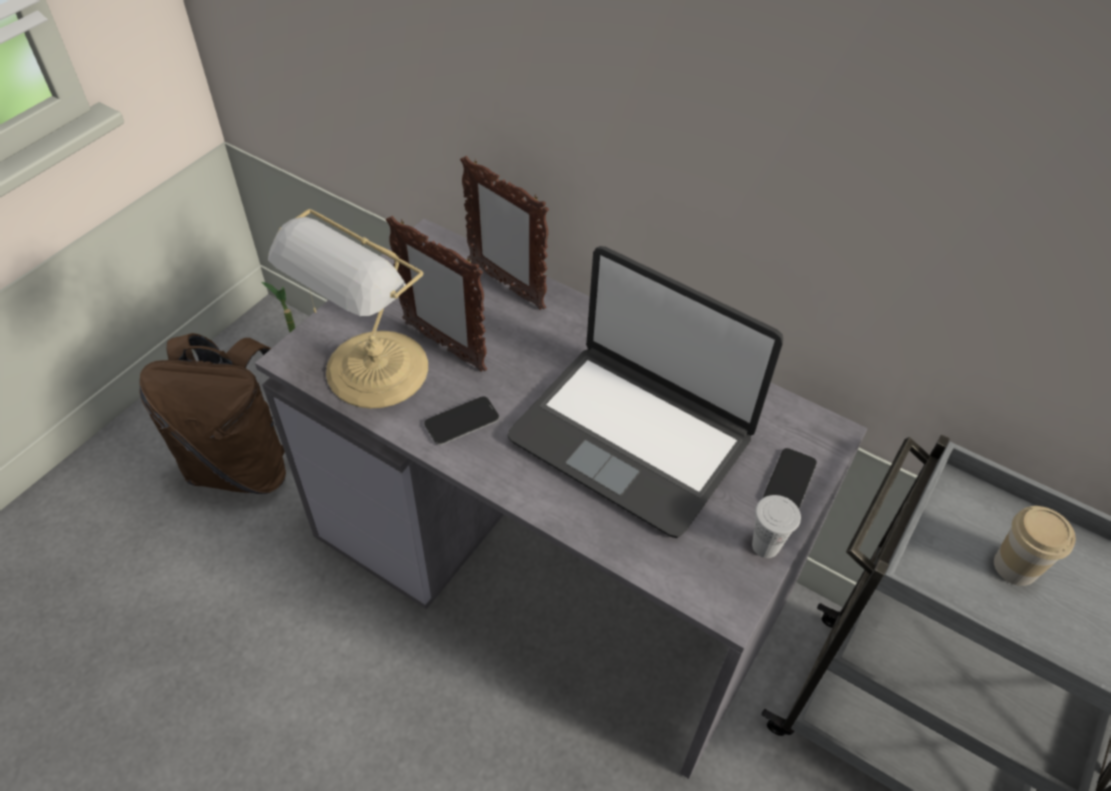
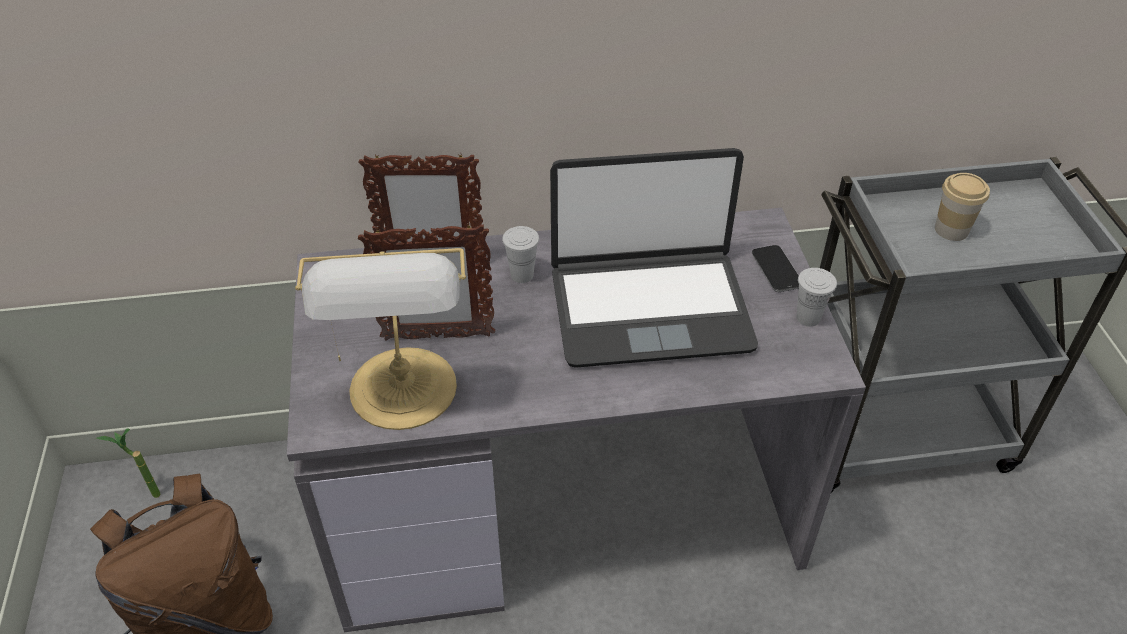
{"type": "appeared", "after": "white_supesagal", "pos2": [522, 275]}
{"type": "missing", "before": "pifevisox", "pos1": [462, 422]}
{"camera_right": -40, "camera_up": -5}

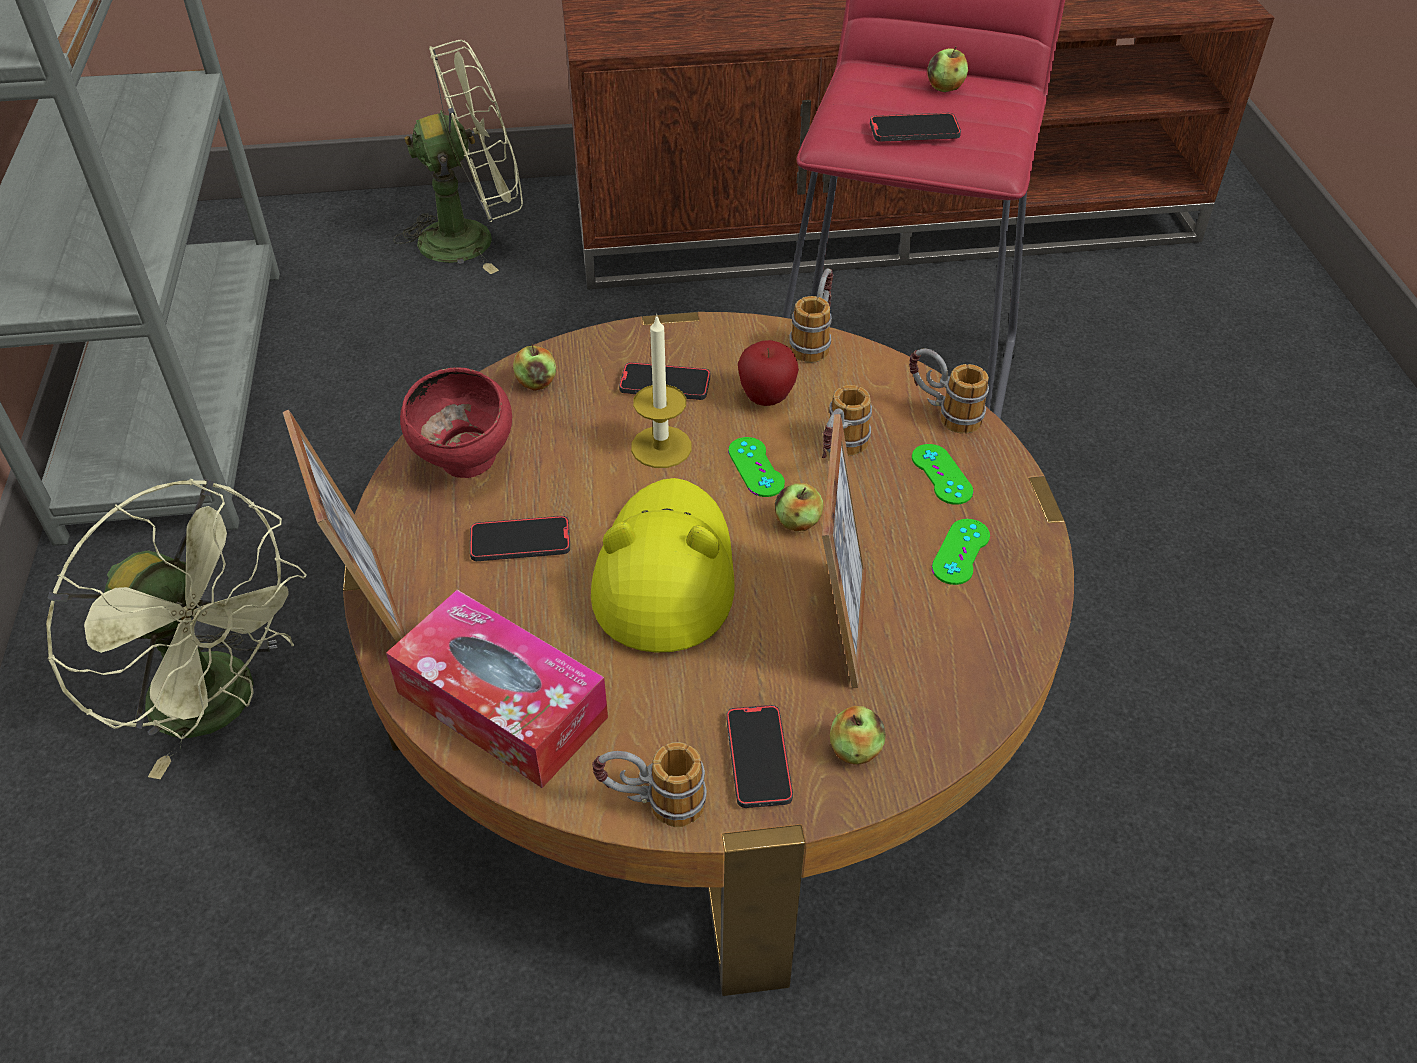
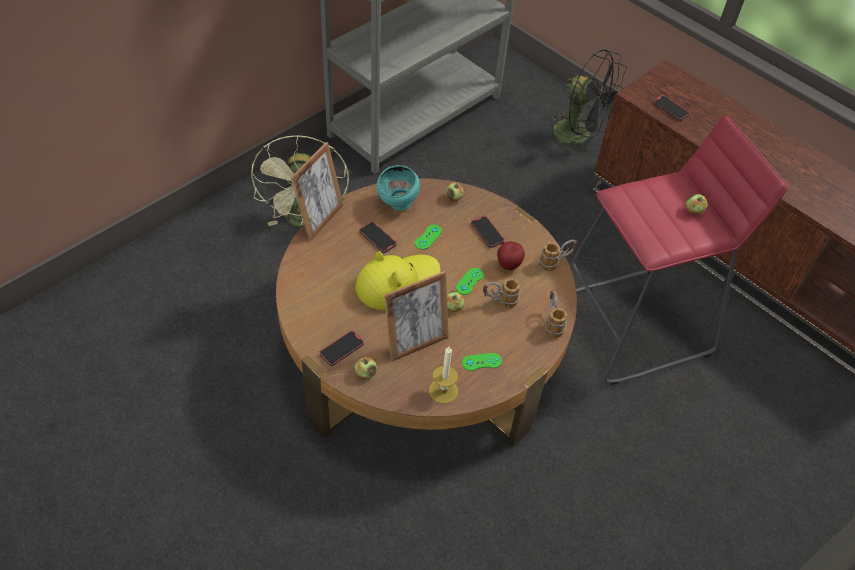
{"type": "colour", "before": "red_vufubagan", "after": "turquoise_vufubagan", "pos1": [467, 466], "pos2": [398, 204]}
{"type": "relocated", "before": "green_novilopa", "pos1": [941, 474], "pos2": [428, 237]}
{"type": "relocated", "before": "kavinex", "pos1": [661, 447], "pos2": [443, 391]}
{"type": "colour", "before": "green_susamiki", "after": "black_susamiki", "pos1": [472, 238], "pos2": [579, 136]}
{"type": "relocated", "before": "pifevisox", "pos1": [914, 131], "pos2": [670, 109]}
{"type": "missing", "before": "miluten", "pos1": [502, 705]}
{"type": "missing", "before": "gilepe", "pos1": [651, 805]}
{"camera_right": 50, "camera_up": 5}

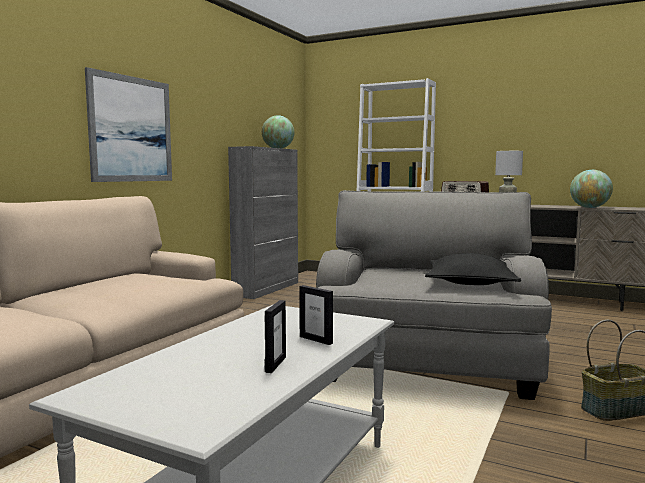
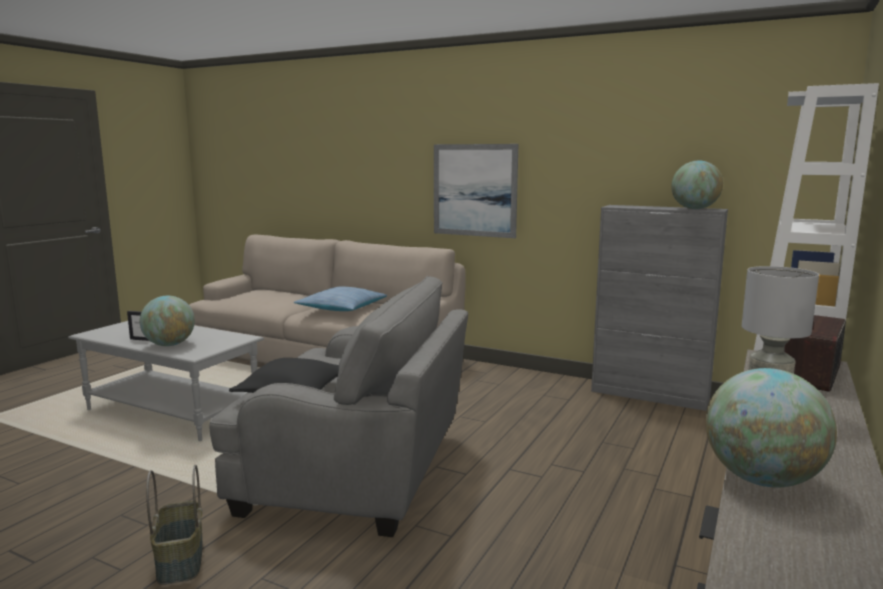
{"type": "exchanged", "before": "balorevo", "after": "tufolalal", "pos1": [316, 340], "pos2": [169, 345]}
{"type": "appeared", "after": "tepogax", "pos2": [341, 308]}
{"camera_right": 90, "camera_up": 5}

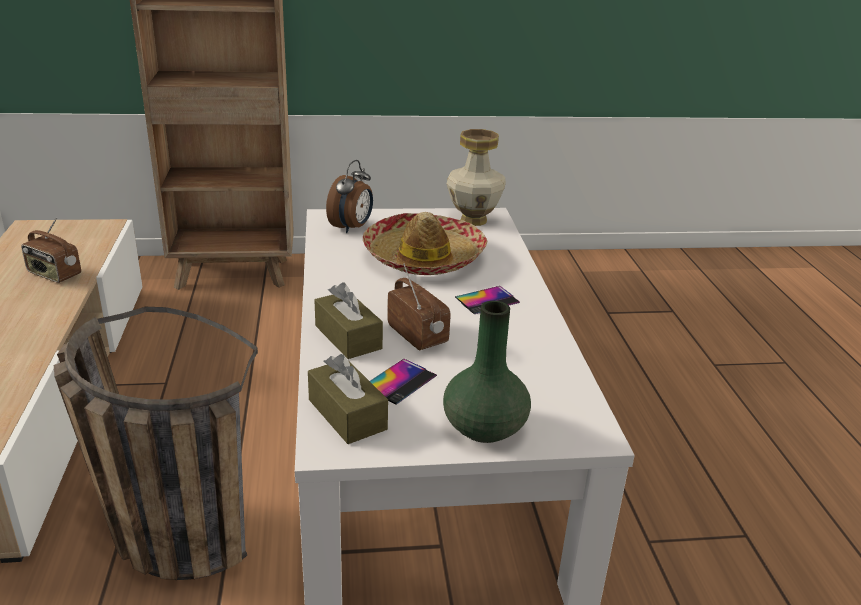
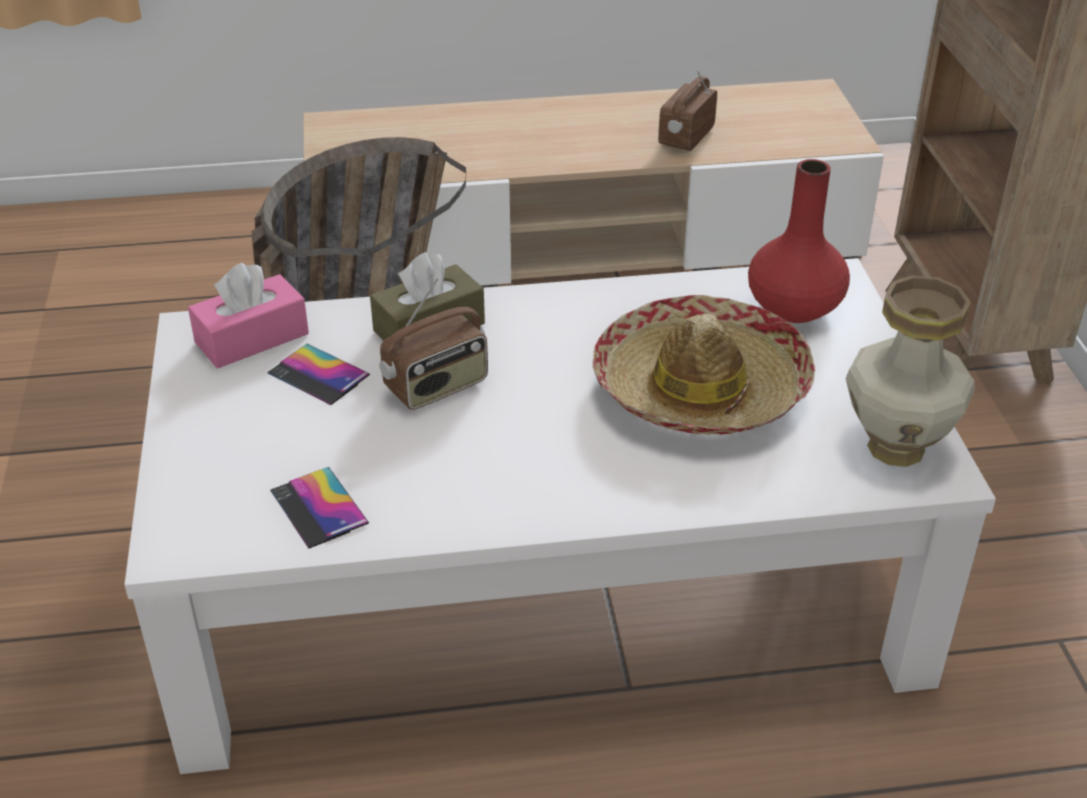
{"type": "colour", "before": "brown_miluten", "after": "pink_miluten", "pos1": [347, 414], "pos2": [252, 338]}
{"type": "relocated", "before": "pifevisox", "pos1": [487, 300], "pos2": [319, 507]}
{"type": "exchanged", "before": "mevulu", "after": "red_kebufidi", "pos1": [352, 228], "pos2": [795, 307]}
{"type": "missing", "before": "green_kebufidi", "pos1": [485, 427]}
{"camera_right": 90, "camera_up": 10}

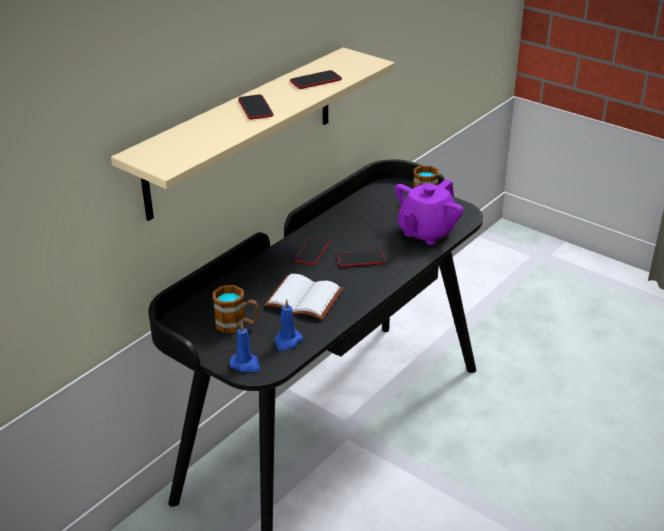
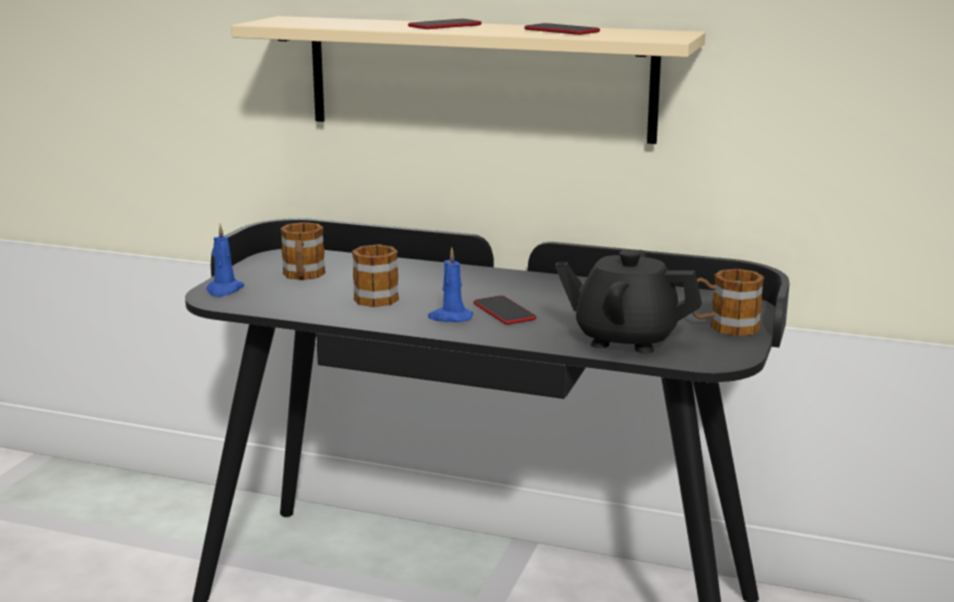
{"type": "exchanged", "before": "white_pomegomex", "after": "gilepe", "pos1": [302, 300], "pos2": [377, 296]}
{"type": "relocated", "before": "blue_kavinex", "pos1": [287, 341], "pos2": [450, 317]}
{"type": "colour", "before": "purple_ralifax", "after": "black_ralifax", "pos1": [426, 232], "pos2": [625, 339]}
{"type": "missing", "before": "pifevisox", "pos1": [312, 252]}
{"camera_right": 70, "camera_up": -15}

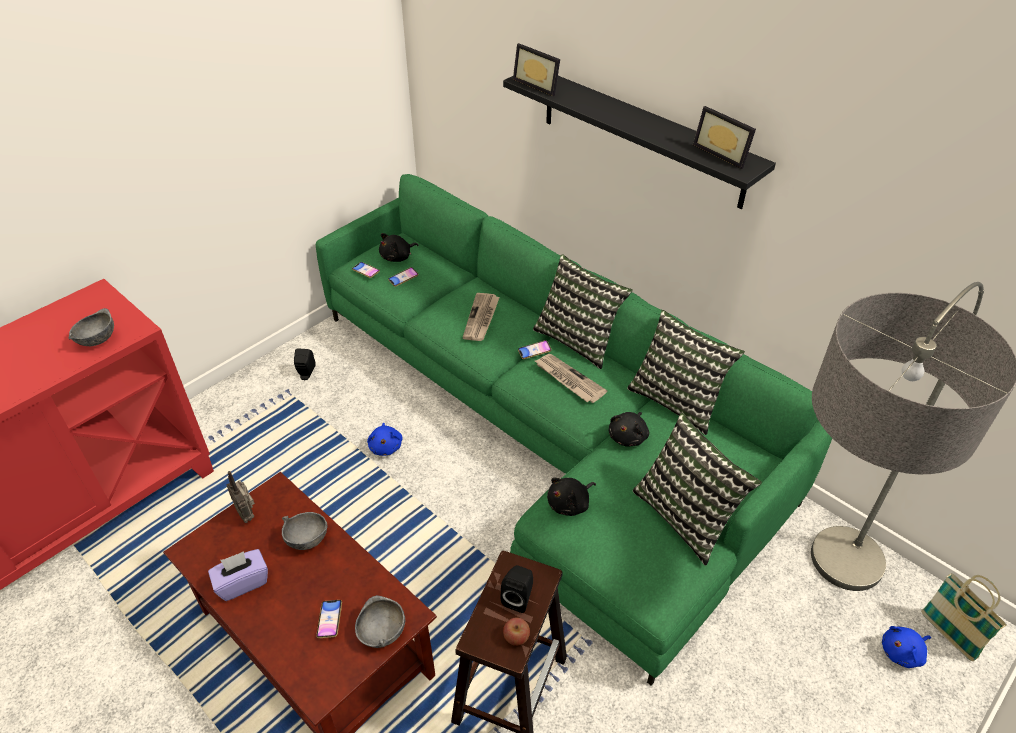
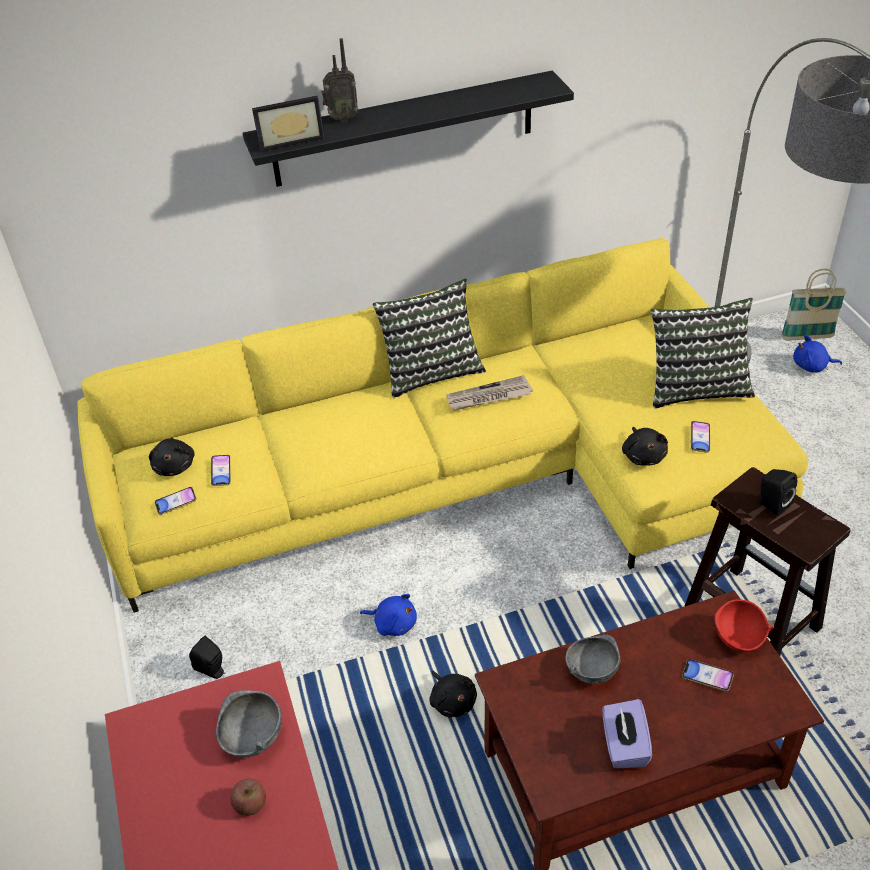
{"type": "colour", "before": "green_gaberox", "after": "yellow_gaberox", "pos1": [549, 429], "pos2": [461, 477]}
{"type": "relocated", "before": "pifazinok", "pos1": [516, 637], "pos2": [250, 804]}
{"type": "relocated", "before": "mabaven", "pos1": [247, 514], "pos2": [341, 118]}
{"type": "relocated", "before": "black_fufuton", "pos1": [628, 436], "pos2": [452, 701]}
{"type": "relocated", "before": "pifevisox", "pos1": [534, 351], "pos2": [699, 438]}
{"type": "colour", "before": "grey_vufubagan", "after": "red_vufubagan", "pos1": [381, 633], "pos2": [738, 638]}
{"type": "spun", "before": "blue_fufuton", "pos1": [902, 652], "pos2": [812, 366], "turn": 90}
{"type": "missing", "before": "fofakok", "pos1": [481, 318]}
{"type": "missing", "before": "tepogax", "pos1": [678, 399]}
{"type": "missing", "before": "balorevo", "pos1": [723, 153]}
{"camera_right": -60, "camera_up": 0}

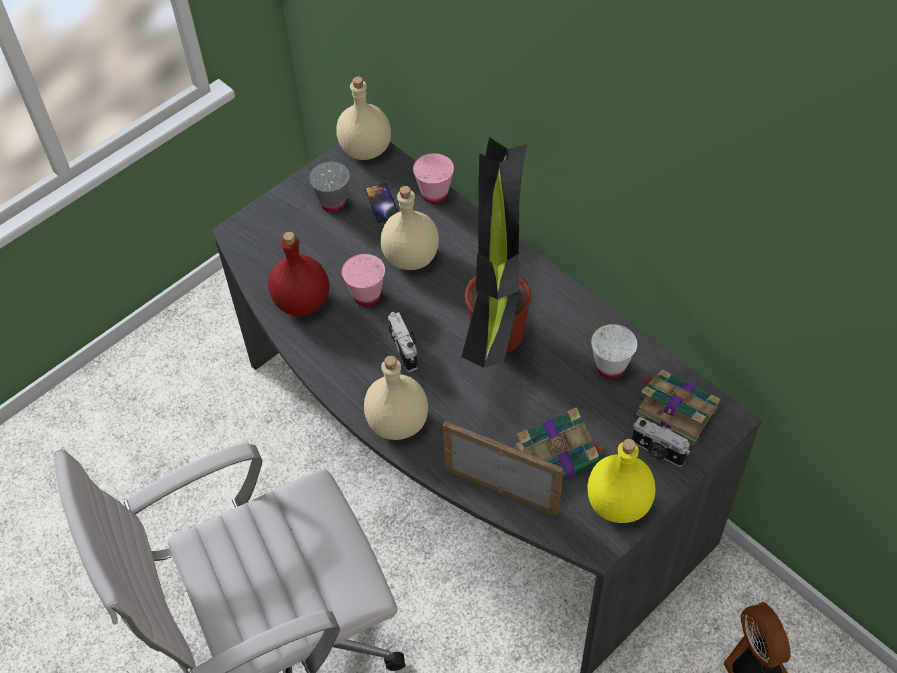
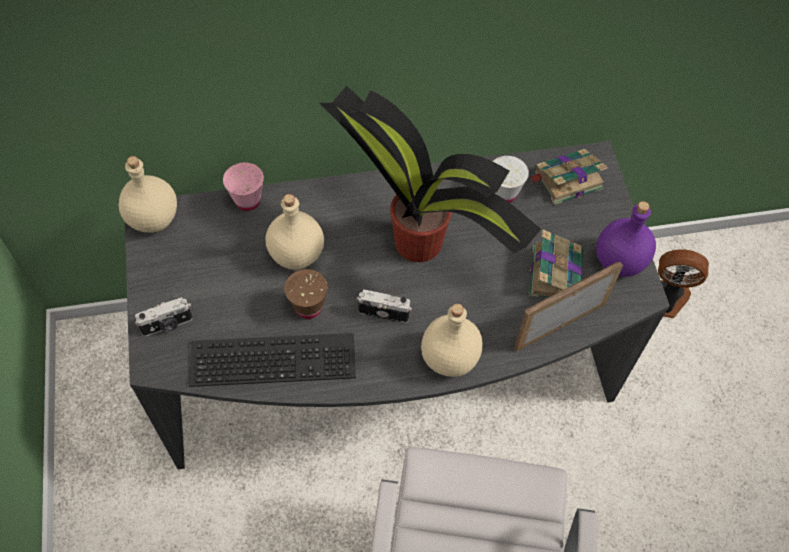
{"type": "relocated", "before": "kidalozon", "pos1": [657, 451], "pos2": [167, 325]}
{"type": "exchanged", "before": "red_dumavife", "after": "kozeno", "pos1": [303, 302], "pos2": [274, 356]}
{"type": "colour", "before": "pink_supesagal", "after": "brown_supesagal", "pos1": [366, 296], "pos2": [308, 307]}
{"type": "colour", "before": "yellow_dumavife", "after": "purple_dumavife", "pos1": [619, 502], "pos2": [619, 260]}
{"type": "missing", "before": "grey_supesagal", "pos1": [333, 202]}
{"type": "missing", "before": "pifevisox", "pos1": [382, 203]}
{"camera_right": -60, "camera_up": 5}

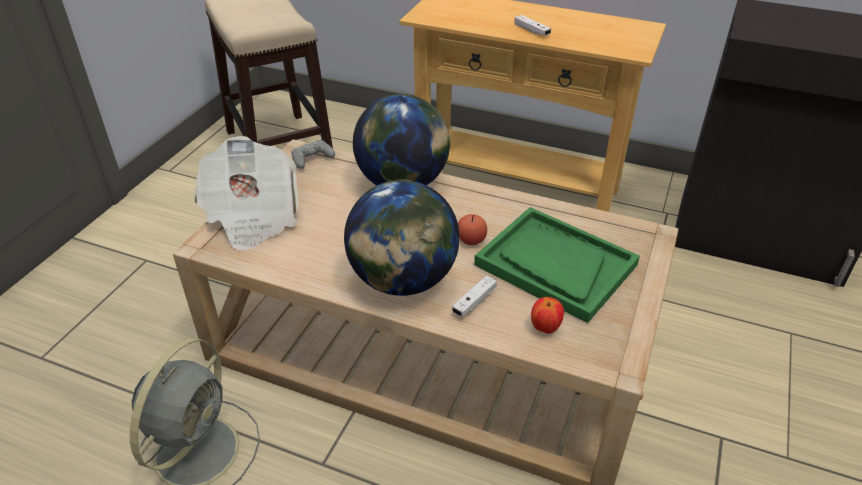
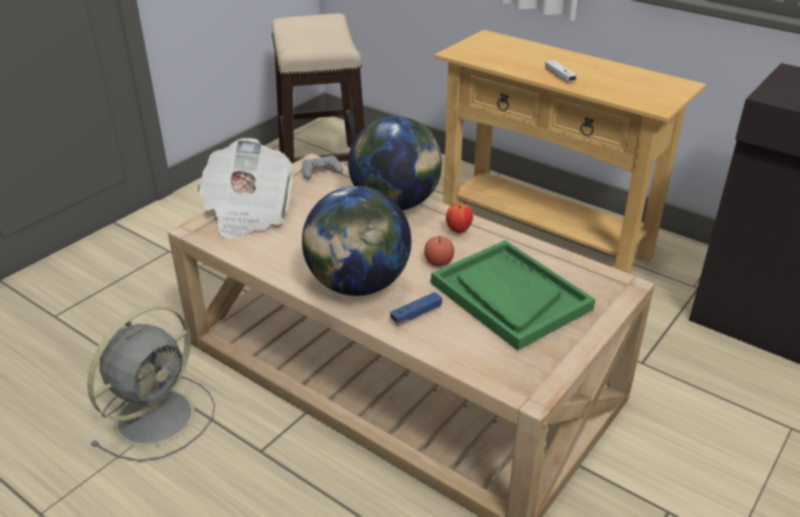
{"type": "colour", "before": "white_novilopa", "after": "blue_novilopa", "pos1": [474, 301], "pos2": [416, 314]}
{"type": "relocated", "before": "pifazinok", "pos1": [545, 328], "pos2": [458, 230]}
{"camera_right": 15, "camera_up": -5}

